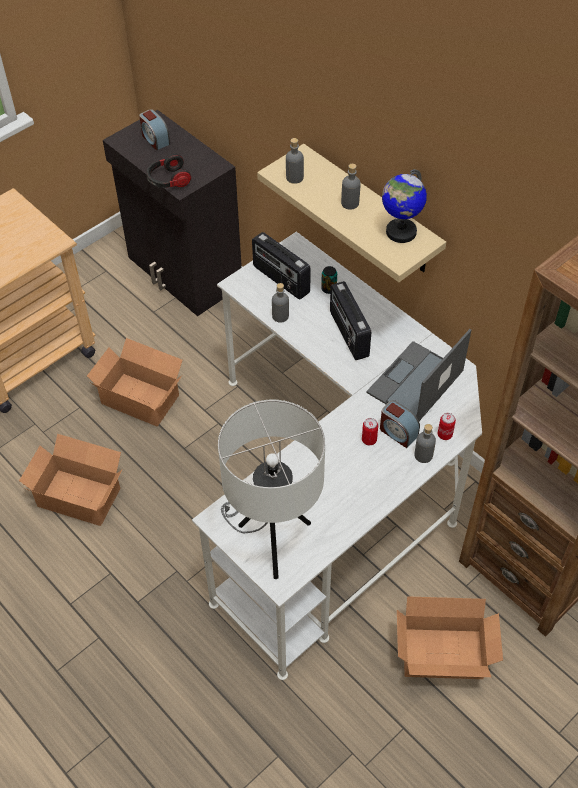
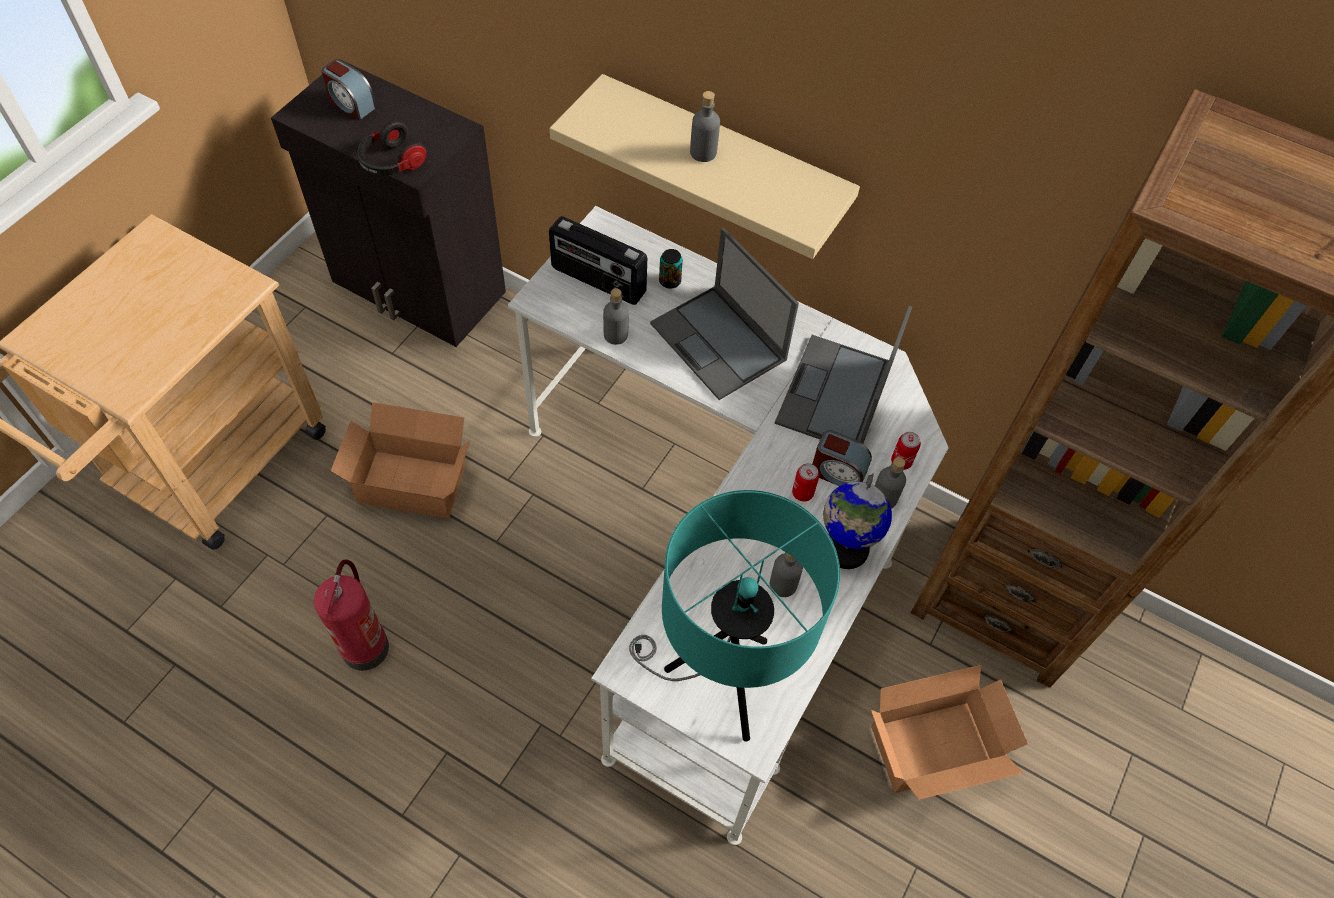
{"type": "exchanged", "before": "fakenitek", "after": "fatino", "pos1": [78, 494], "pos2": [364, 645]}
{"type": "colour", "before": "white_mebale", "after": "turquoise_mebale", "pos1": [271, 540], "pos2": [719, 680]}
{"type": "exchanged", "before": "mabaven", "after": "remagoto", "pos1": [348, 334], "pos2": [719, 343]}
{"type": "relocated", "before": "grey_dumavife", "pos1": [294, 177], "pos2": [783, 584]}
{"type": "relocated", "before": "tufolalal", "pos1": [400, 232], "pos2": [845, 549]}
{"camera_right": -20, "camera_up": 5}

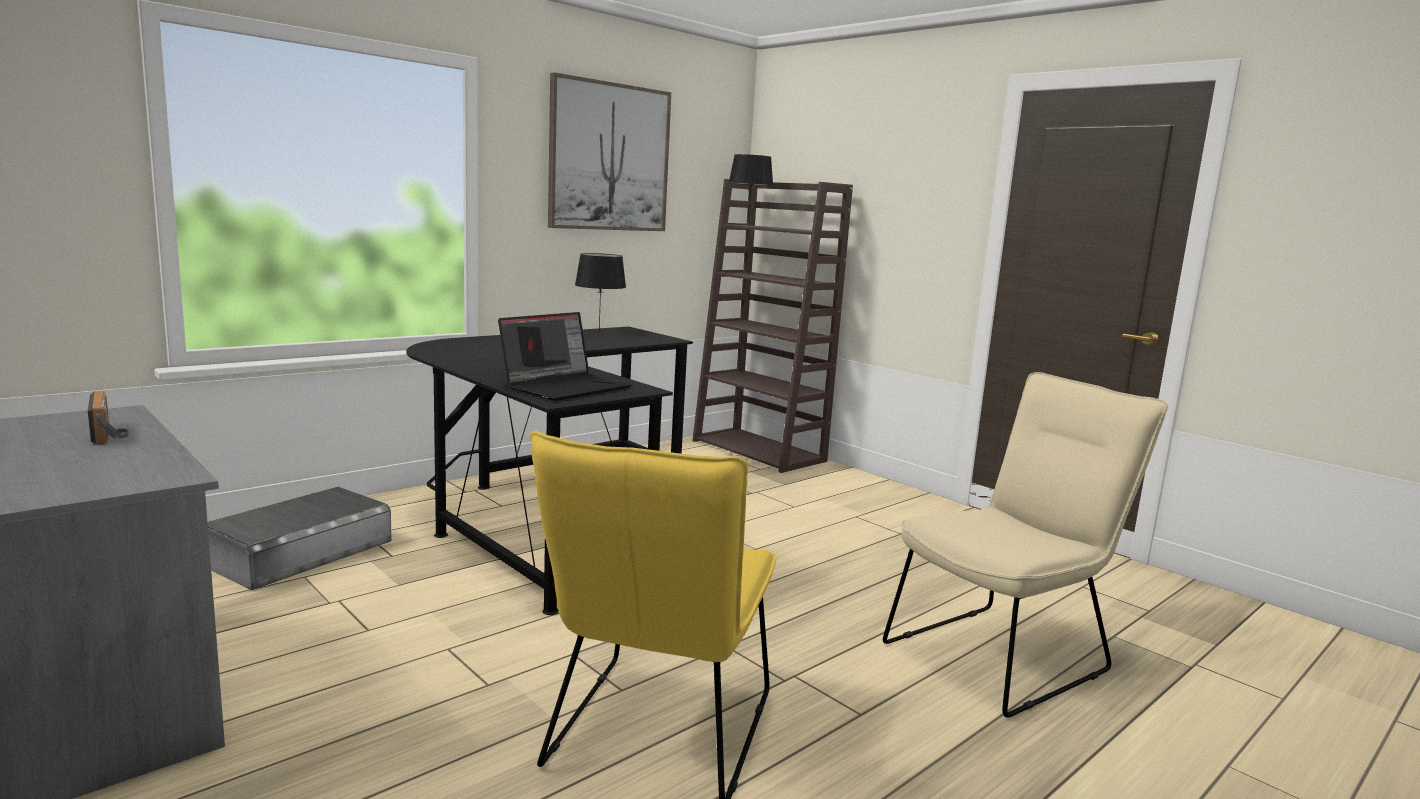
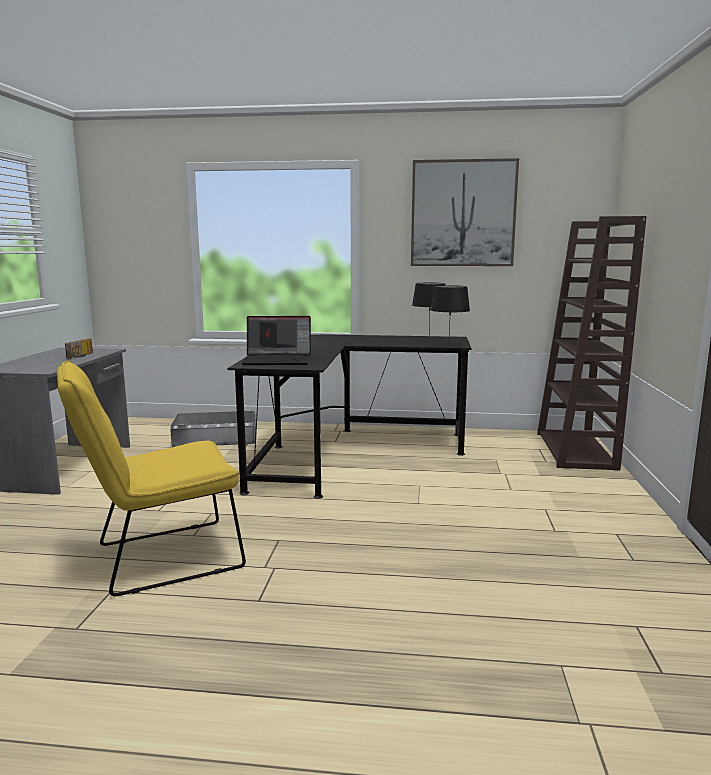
{"type": "relocated", "before": "black_mebale", "pos1": [748, 225], "pos2": [449, 345]}
{"type": "missing", "before": "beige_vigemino", "pos1": [1005, 654]}
{"camera_right": 50, "camera_up": 0}

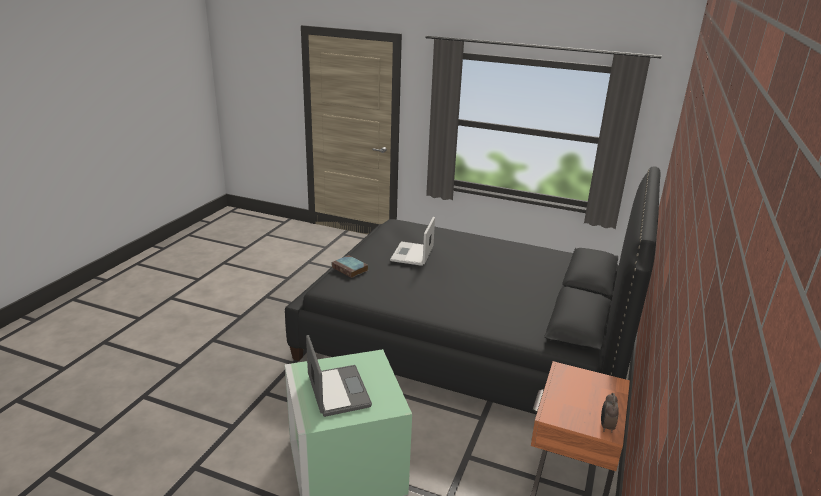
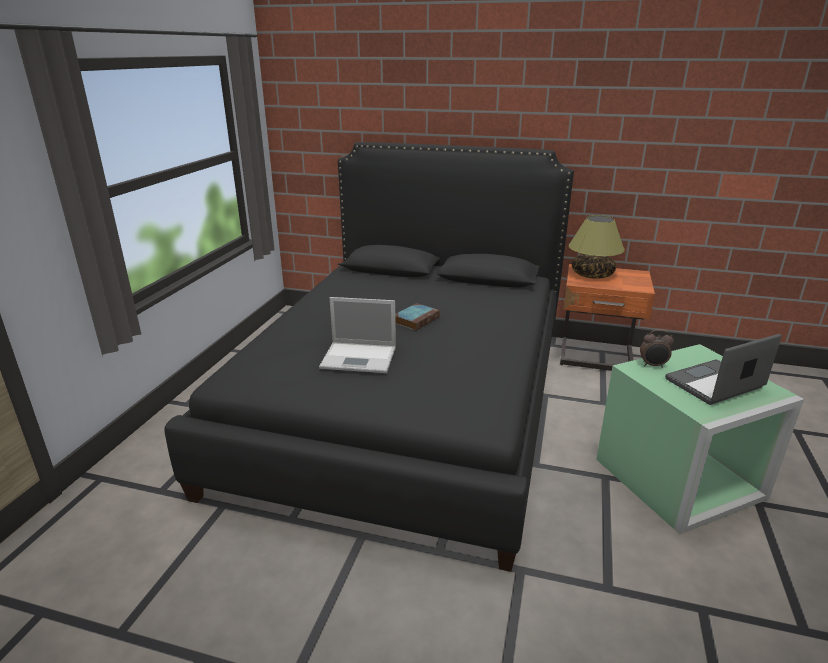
{"type": "relocated", "before": "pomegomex", "pos1": [350, 269], "pos2": [416, 319]}
{"type": "appeared", "after": "mebale", "pos2": [591, 275]}
{"type": "relocated", "before": "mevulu", "pos1": [606, 426], "pos2": [653, 365]}
{"camera_right": -95, "camera_up": 0}

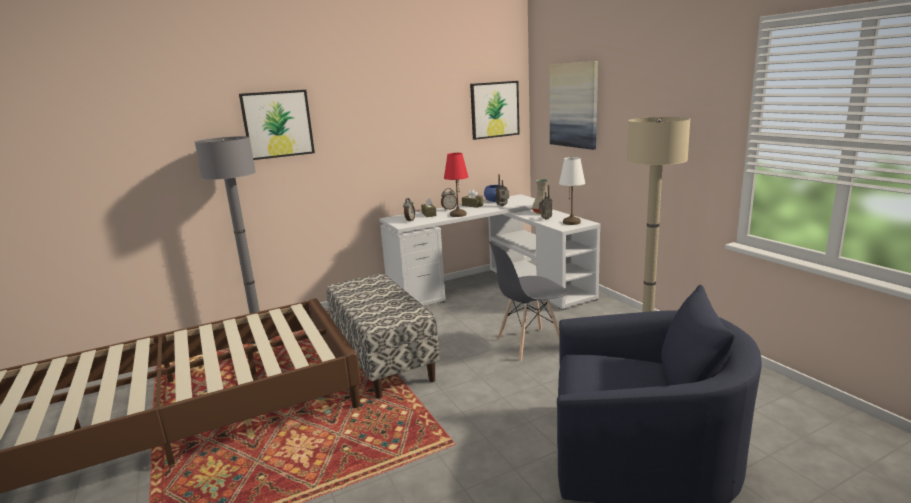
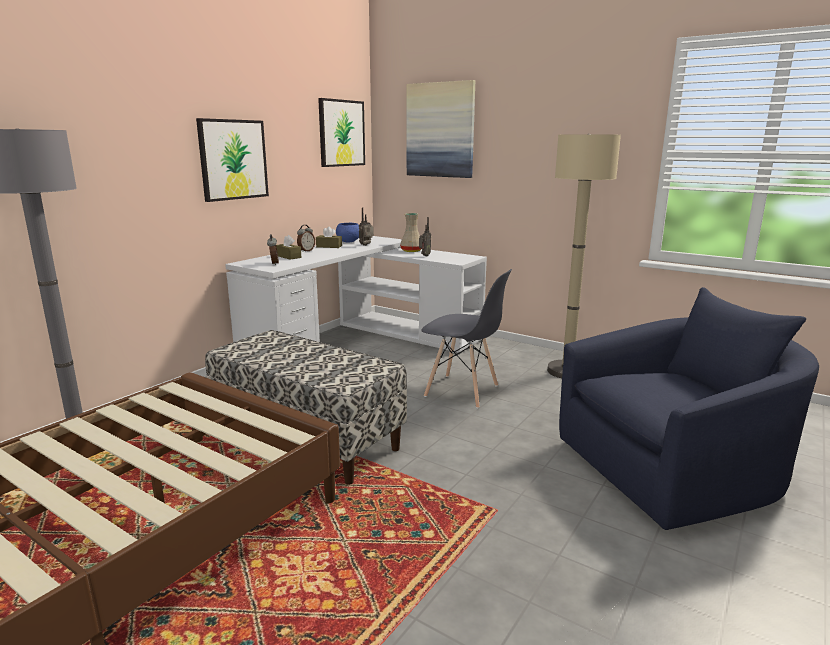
{"type": "relocated", "before": "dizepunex", "pos1": [277, 124], "pos2": [233, 159]}
{"type": "spun", "before": "grey_vigemino", "pos1": [530, 344], "pos2": [462, 391], "turn": -105}
{"type": "missing", "before": "red_mebale", "pos1": [457, 215]}
{"type": "missing", "before": "white_mebale", "pos1": [571, 222]}
{"camera_right": -30, "camera_up": 0}

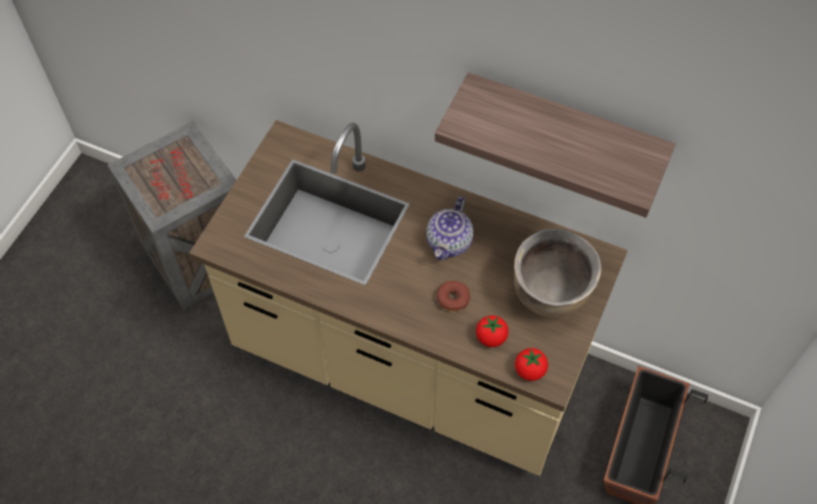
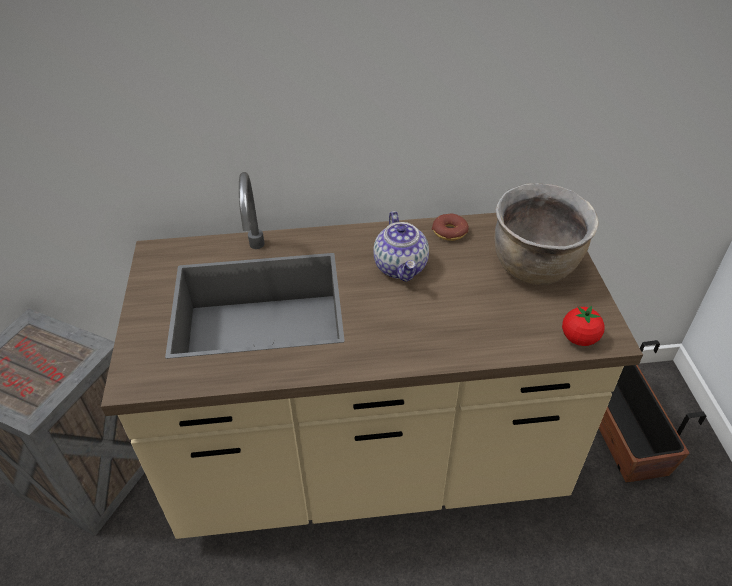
{"type": "relocated", "before": "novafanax", "pos1": [453, 299], "pos2": [449, 232]}
{"type": "missing", "before": "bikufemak", "pos1": [564, 132]}
{"type": "missing", "before": "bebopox", "pos1": [491, 337]}
{"camera_right": -30, "camera_up": -15}

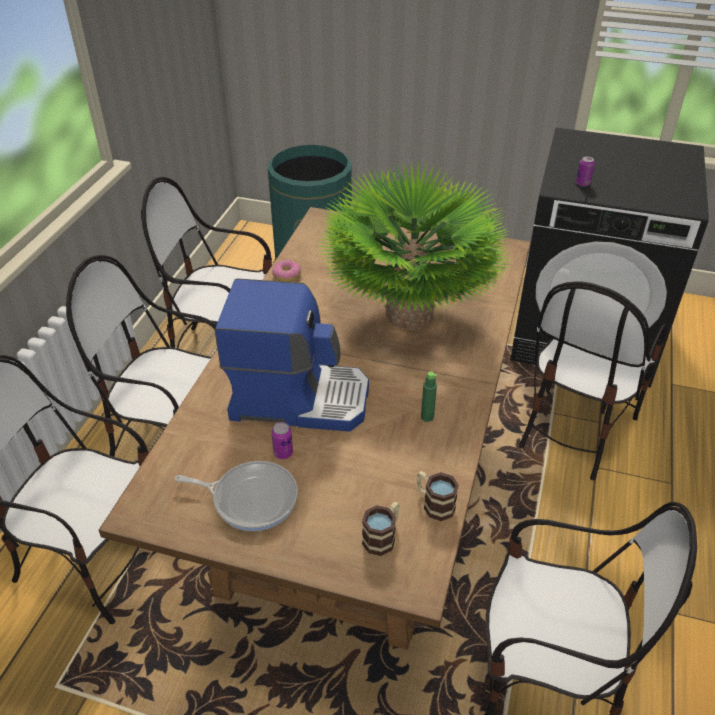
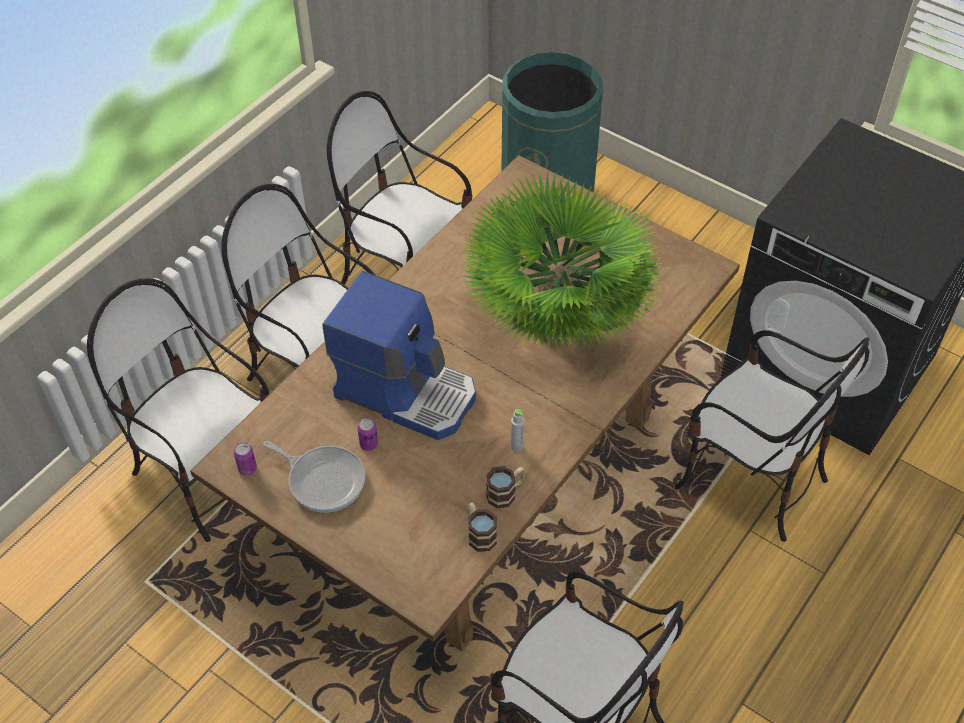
{"type": "relocated", "before": "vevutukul", "pos1": [582, 183], "pos2": [247, 468]}
{"type": "relocated", "before": "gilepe", "pos1": [383, 536], "pos2": [506, 493]}
{"type": "colour", "before": "green_dumavife", "after": "grey_dumavife", "pos1": [427, 417], "pos2": [516, 446]}
{"type": "spun", "before": "vigemino", "pos1": [574, 429], "pos2": [750, 479], "turn": -105}
{"type": "missing", "before": "novafanax", "pos1": [286, 275]}
{"camera_right": 20, "camera_up": 10}

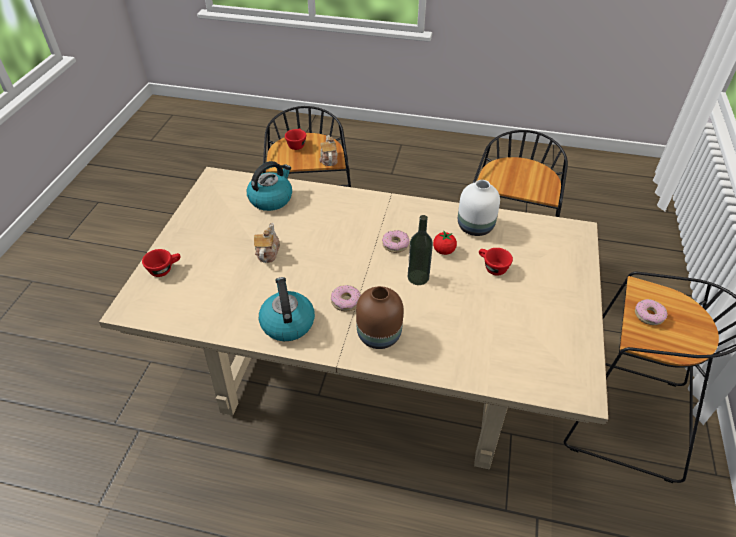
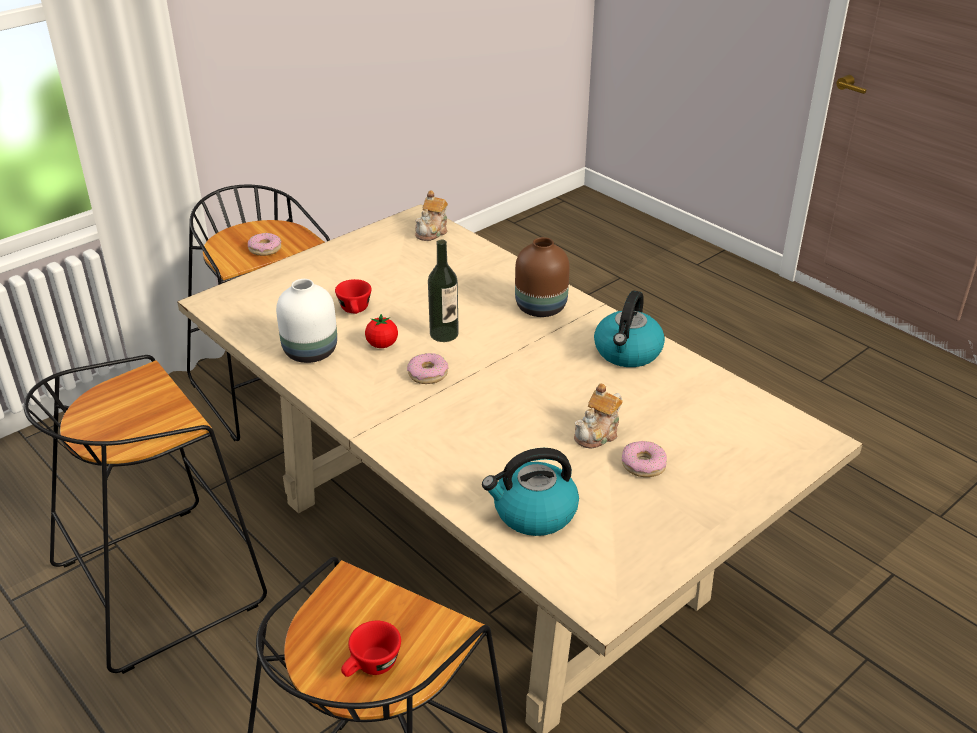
{"type": "relocated", "before": "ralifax", "pos1": [328, 159], "pos2": [432, 232]}
{"type": "relocated", "before": "novafanax", "pos1": [345, 301], "pos2": [643, 465]}
{"type": "missing", "before": "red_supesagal", "pos1": [165, 269]}
{"camera_right": -145, "camera_up": -10}

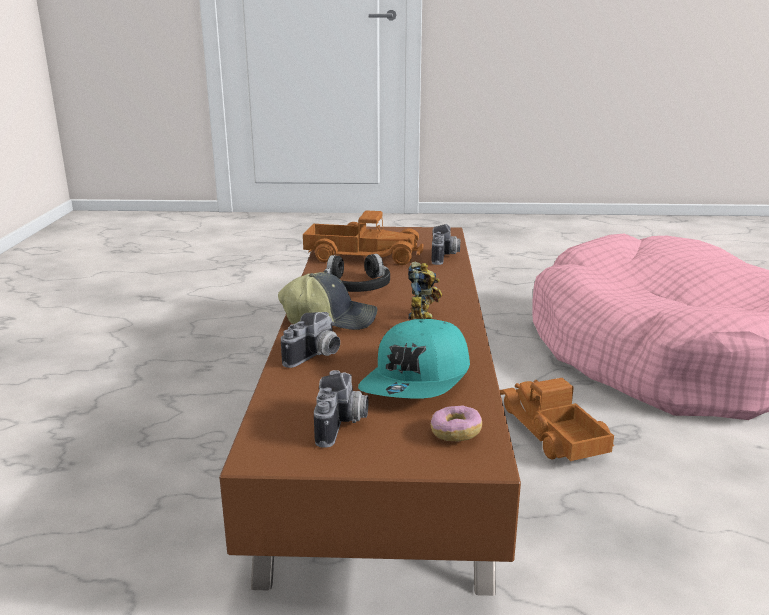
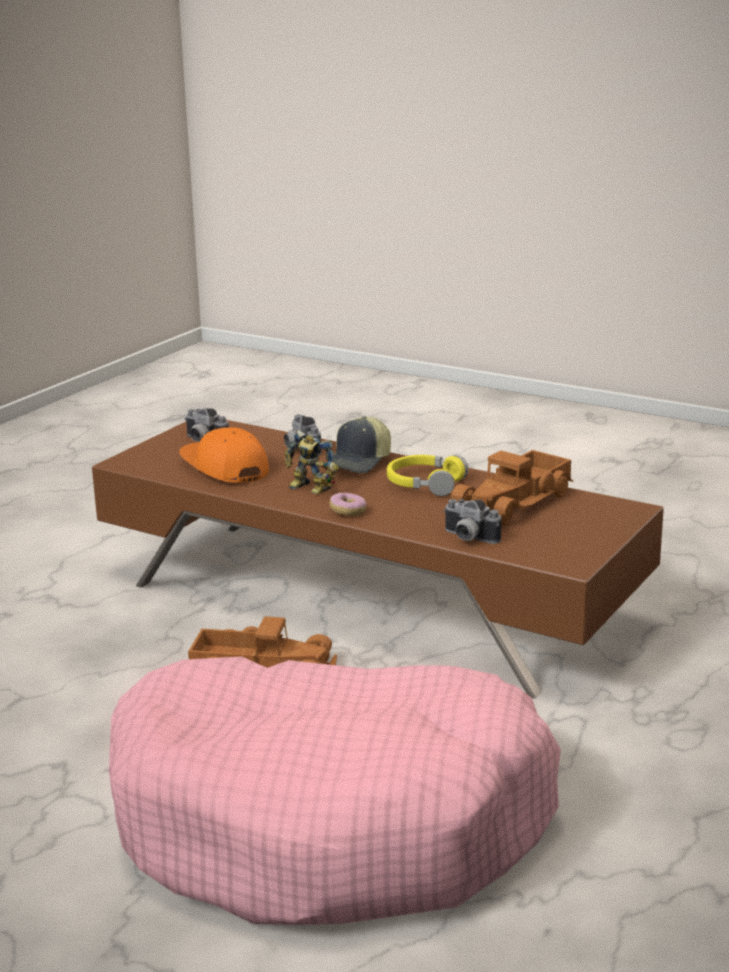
{"type": "colour", "before": "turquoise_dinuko", "after": "orange_dinuko", "pos1": [418, 380], "pos2": [224, 468]}
{"type": "relocated", "before": "novafanax", "pos1": [455, 434], "pos2": [348, 512]}
{"type": "colour", "before": "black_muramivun", "after": "yellow_muramivun", "pos1": [356, 286], "pos2": [425, 483]}
{"camera_right": 120, "camera_up": 0}

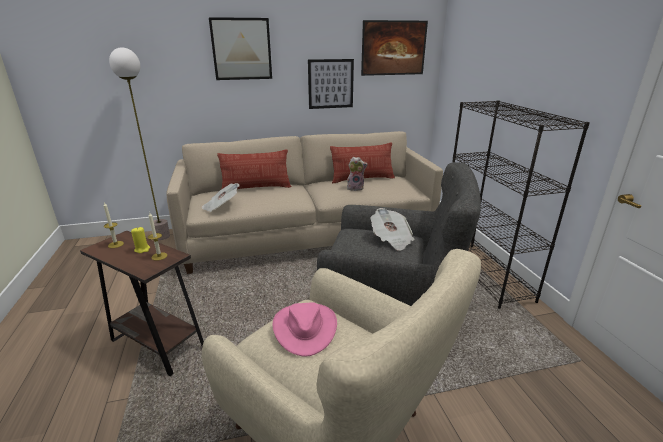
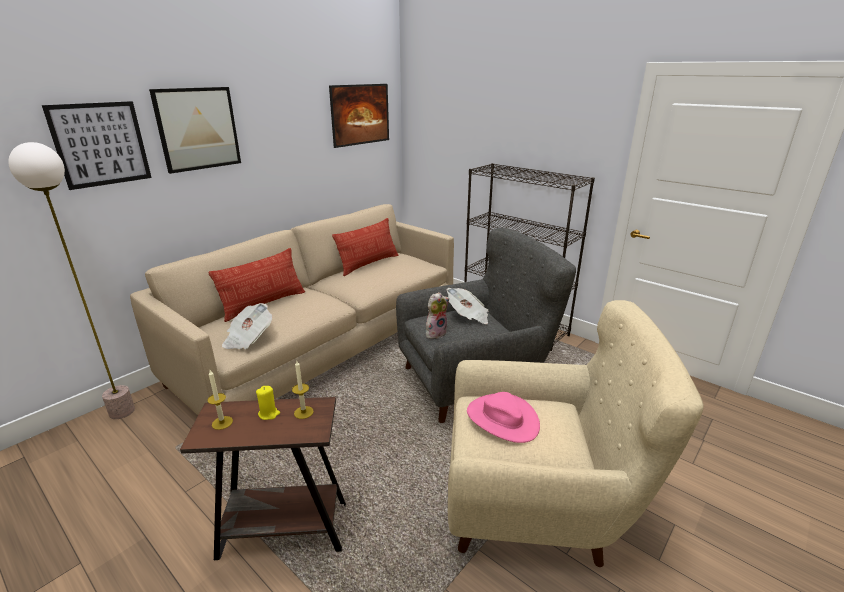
{"type": "relocated", "before": "dizepunex", "pos1": [330, 84], "pos2": [101, 144]}
{"type": "relocated", "before": "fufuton", "pos1": [355, 188], "pos2": [435, 333]}
{"camera_right": -35, "camera_up": 0}

